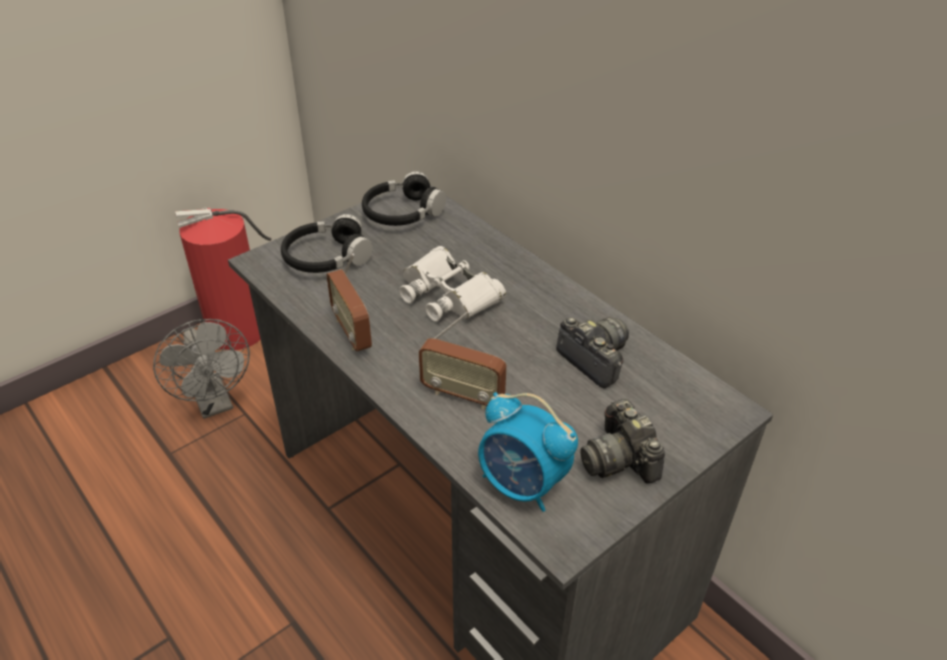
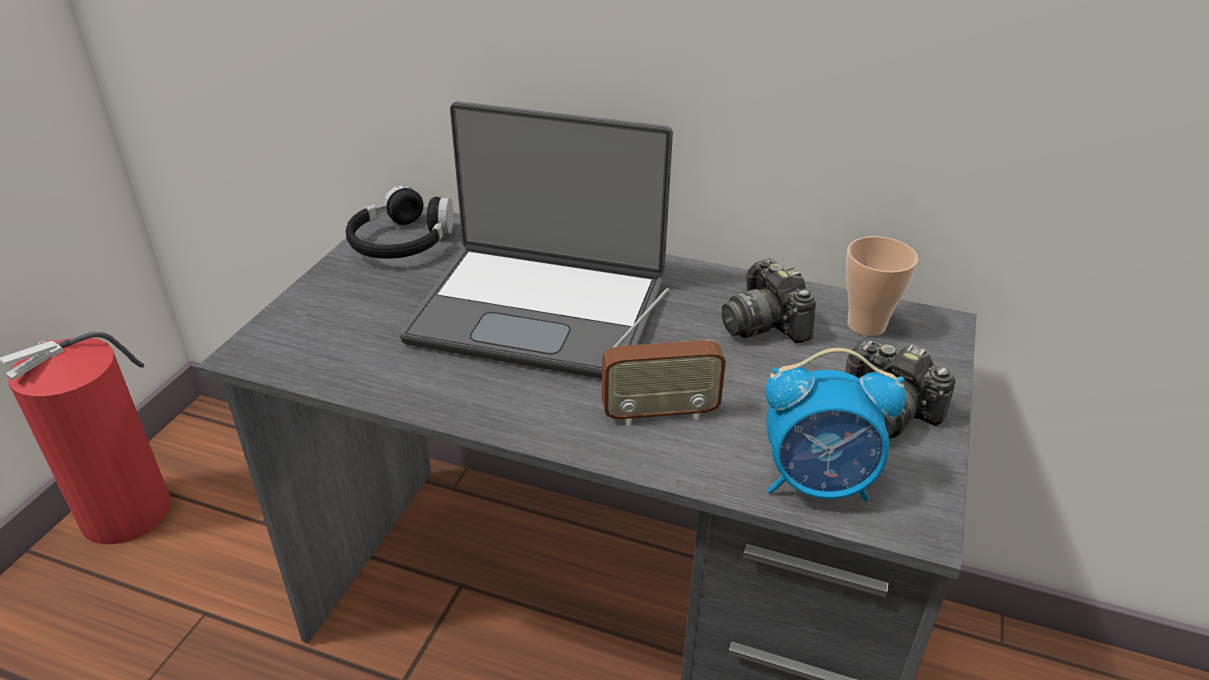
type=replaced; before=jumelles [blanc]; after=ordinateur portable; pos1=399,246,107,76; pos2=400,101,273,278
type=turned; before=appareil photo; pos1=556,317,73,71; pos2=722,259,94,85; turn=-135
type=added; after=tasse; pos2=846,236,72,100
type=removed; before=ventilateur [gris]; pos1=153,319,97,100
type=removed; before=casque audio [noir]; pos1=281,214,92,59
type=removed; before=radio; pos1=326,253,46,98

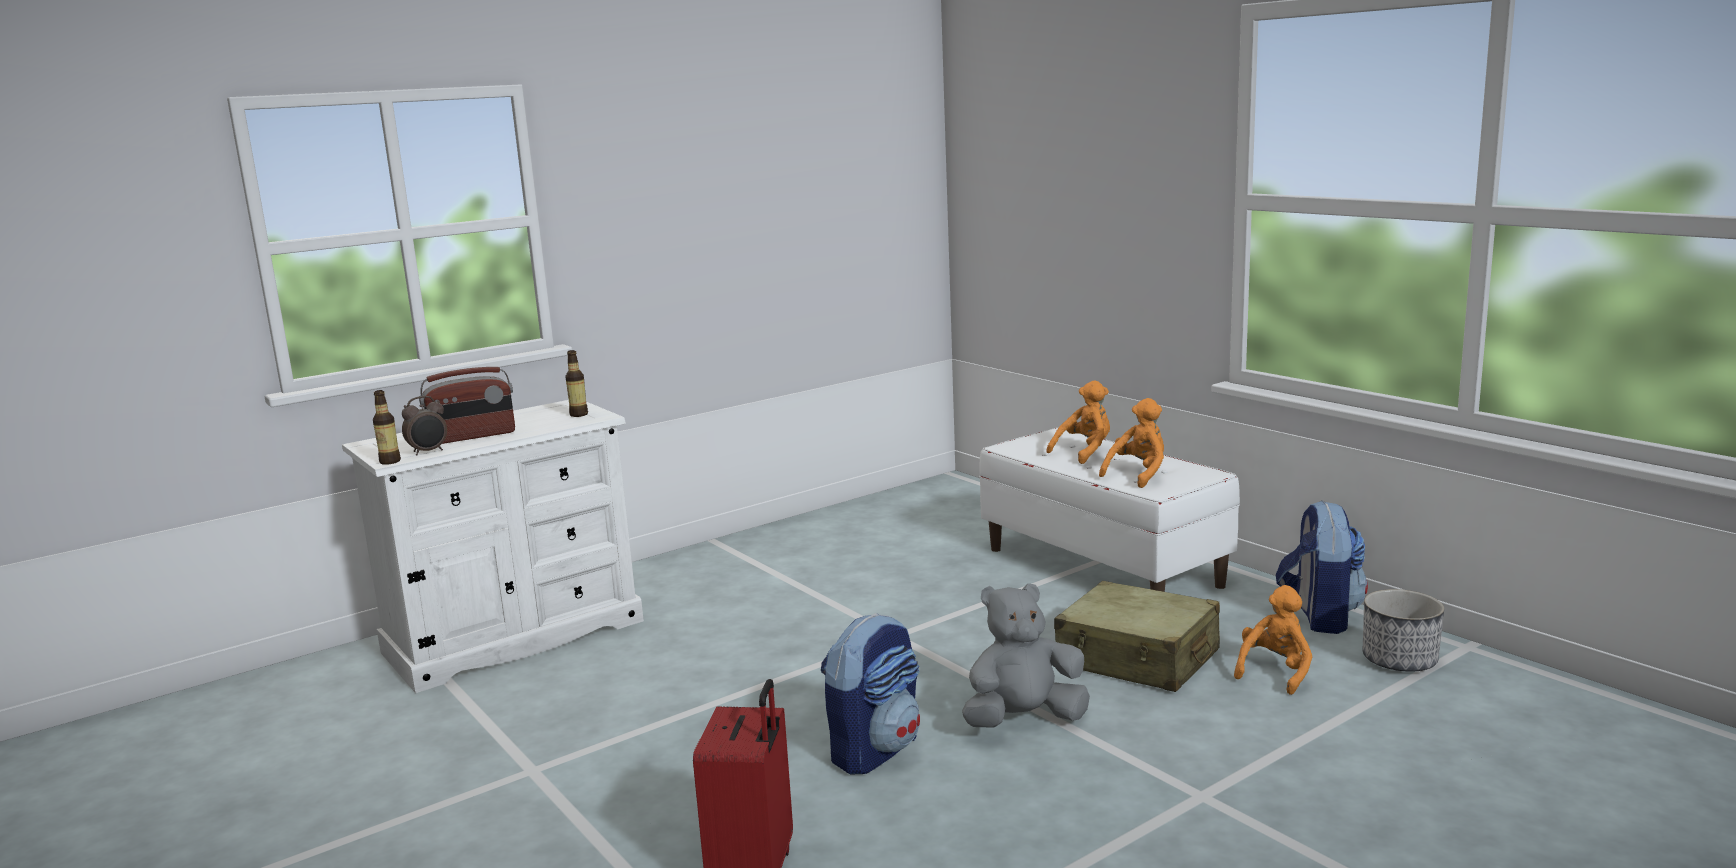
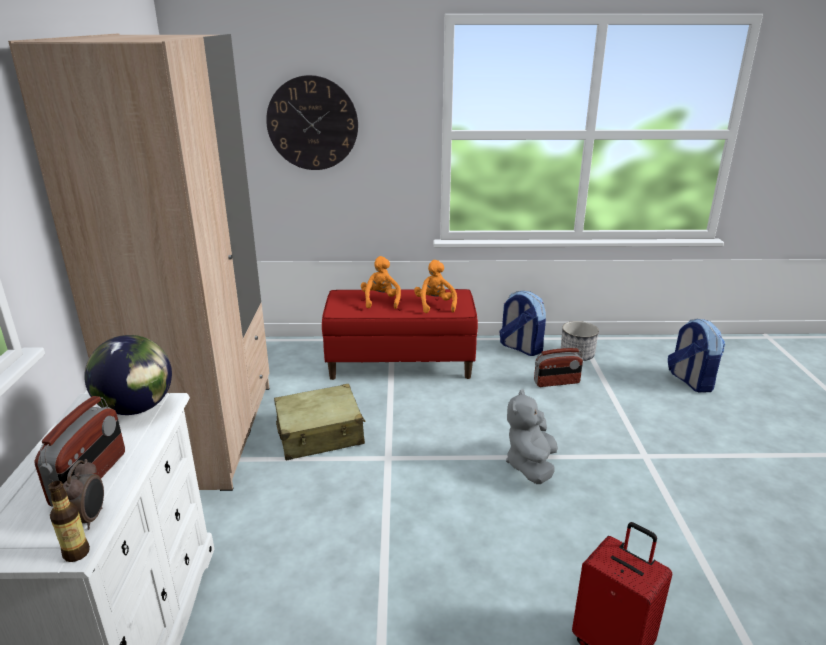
type=added; after=armoire [beige]; pos2=8,33,262,458
type=replaced; before=bouteille; after=globe; pos1=565,350,23,67; pos2=84,335,88,80
type=added; after=horloge murale; pos2=266,75,92,95
type=moved; before=valise [beige]; pos1=1054,581,166,111; pos2=274,384,92,76
type=recoloured; before=banc [blanc]; after=banc [rouge]; pos1=979,428,261,164; pos2=322,289,156,91
type=replaced; before=peluche [orange]; after=radio; pos1=1234,585,78,110; pos2=534,348,49,39
type=moved; before=sac à dos; pos1=821,613,99,162; pos2=668,318,57,75

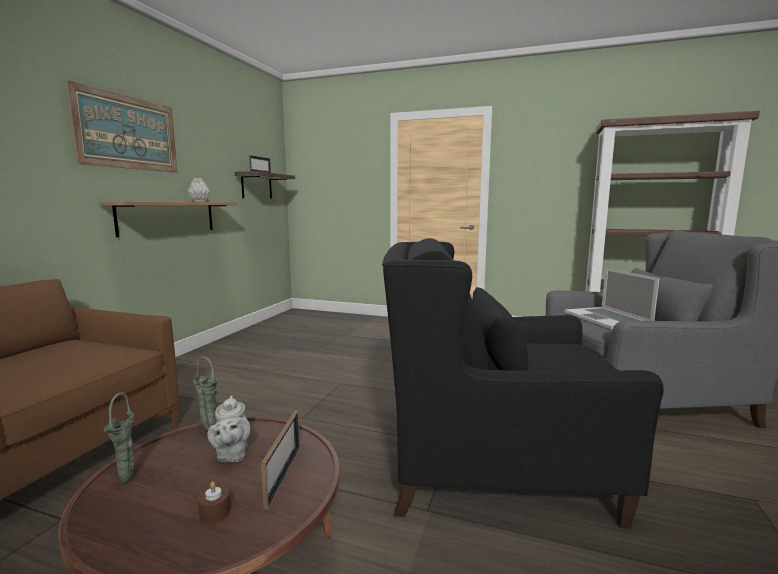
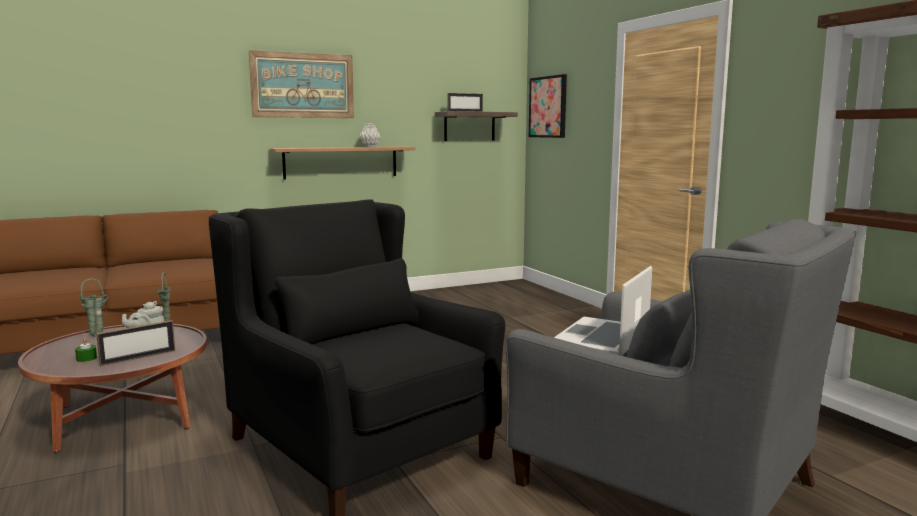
type=recoloured; before=bougie [marron]; after=bougie [vert]; pos1=198,481,33,42; pos2=75,338,22,24
type=added; after=tableau; pos2=529,74,38,64

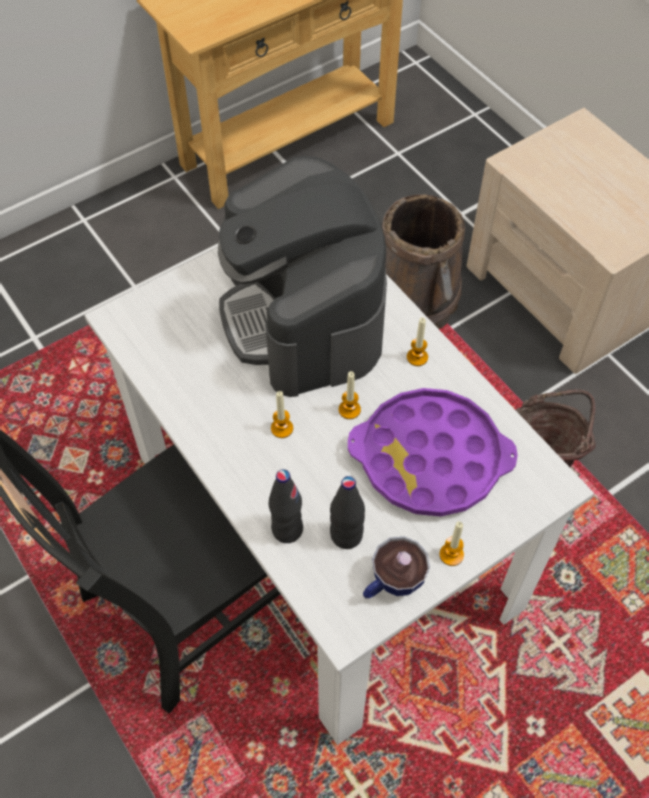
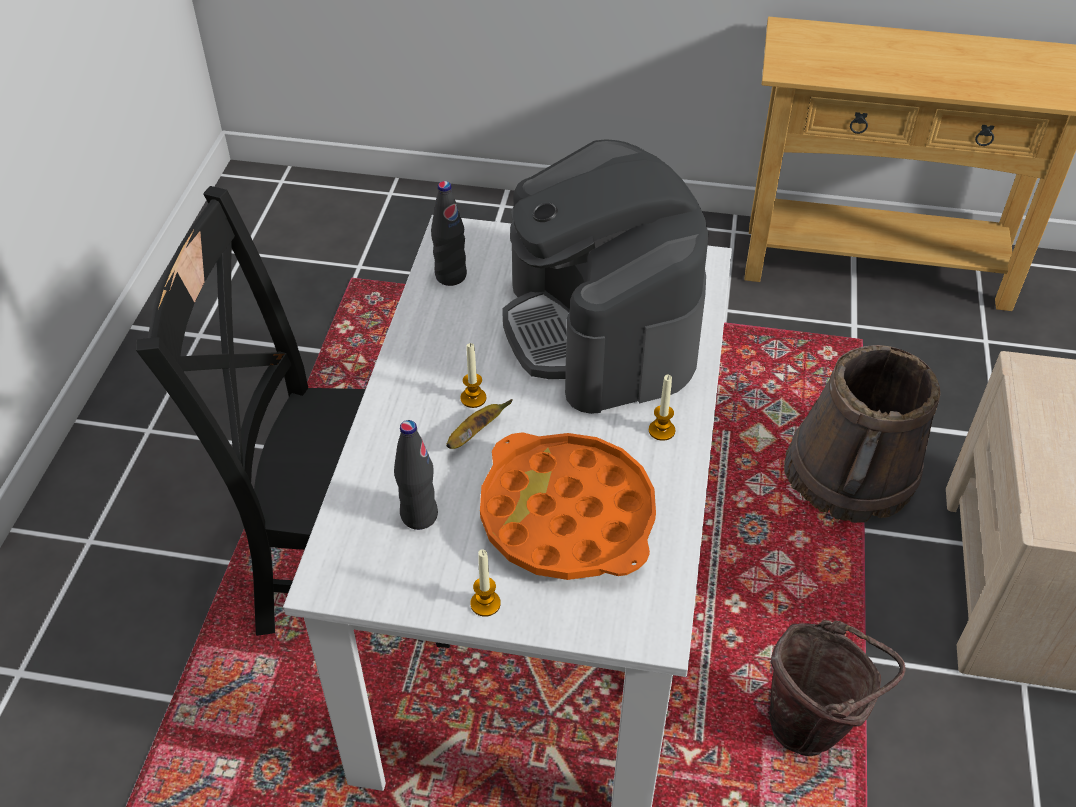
type=moved; before=bouteille [noir]; pos1=269,469,34,74; pos2=431,181,36,105
type=added; after=banane; pos2=446,399,67,50
type=recoloured; before=plateau [violet]; after=plateau [orange]; pos1=348,388,170,128; pos2=480,432,176,148
type=turned; before=machine à café; pos1=218,156,169,241; pos2=502,139,206,275; turn=-45
type=removed; before=bougie; pos1=339,371,22,48
type=removed; before=tasse; pos1=363,537,67,61

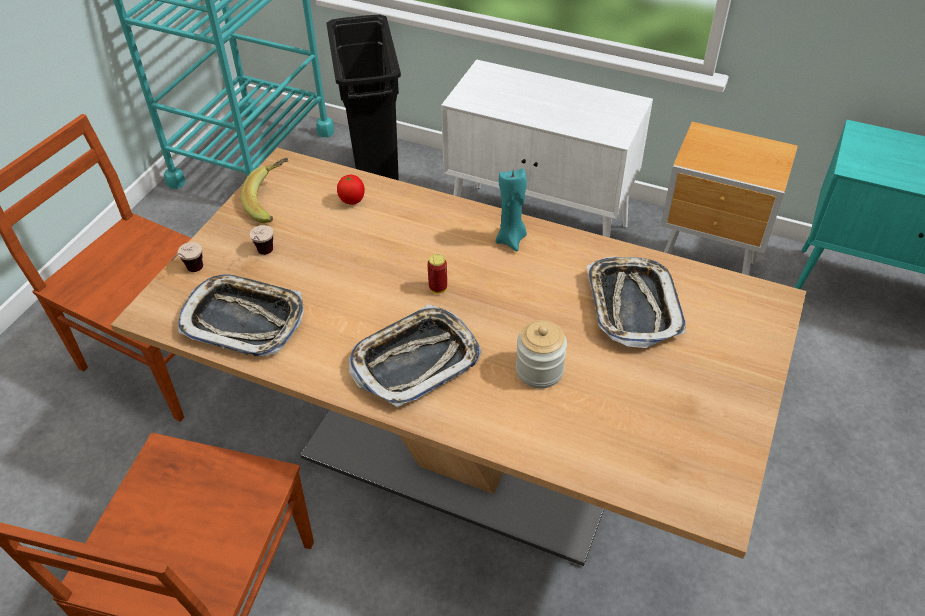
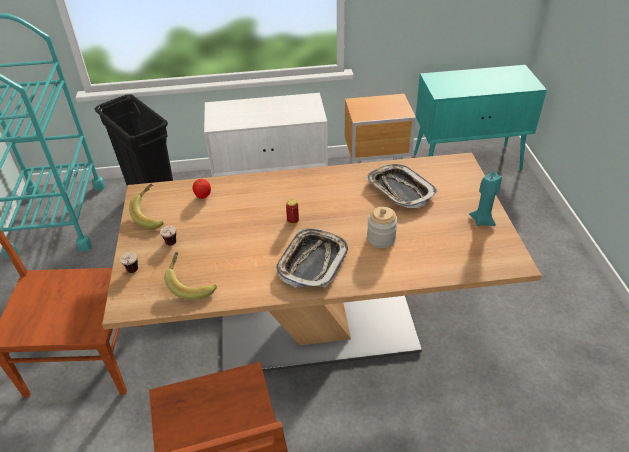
type=replaced; before=plateau; after=banane; pos1=178,274,126,83; pos2=164,252,53,48
type=moved; before=bougie [turquoise]; pos1=496,168,31,83; pos2=469,171,33,55

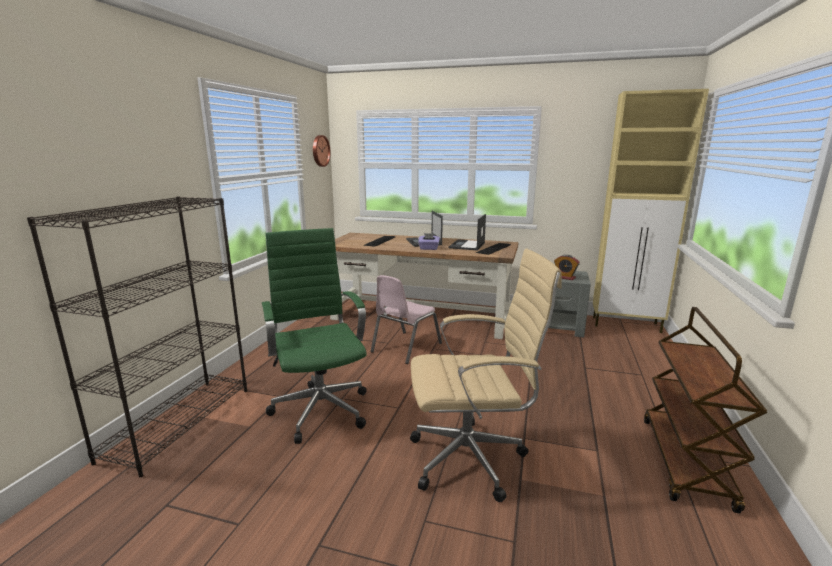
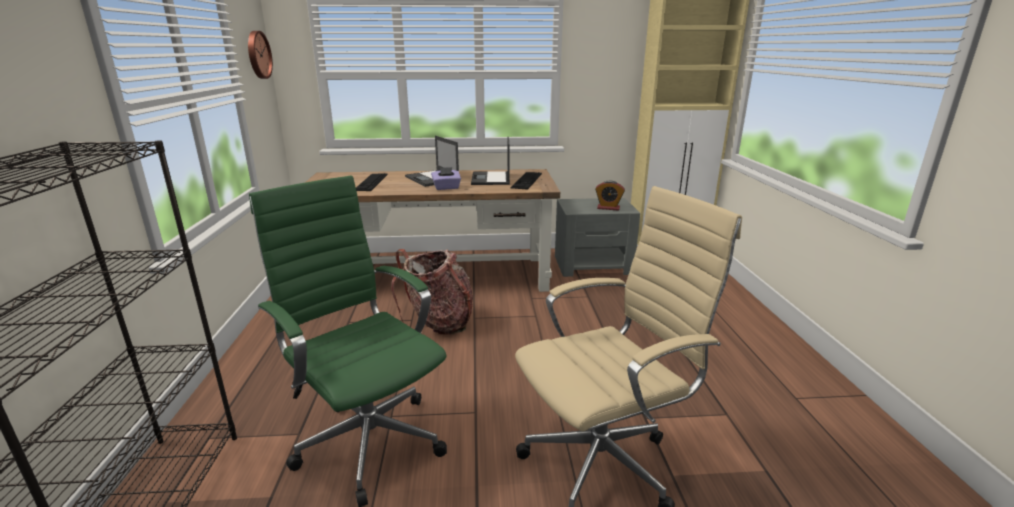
type=replaced; before=chaise [rose]; after=sac à dos; pos1=371,275,71,89; pos2=391,249,82,86
type=removed; before=chariot [marron]; pos1=644,307,123,207

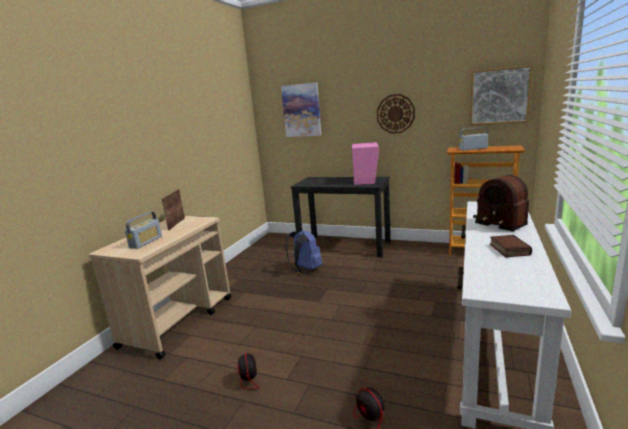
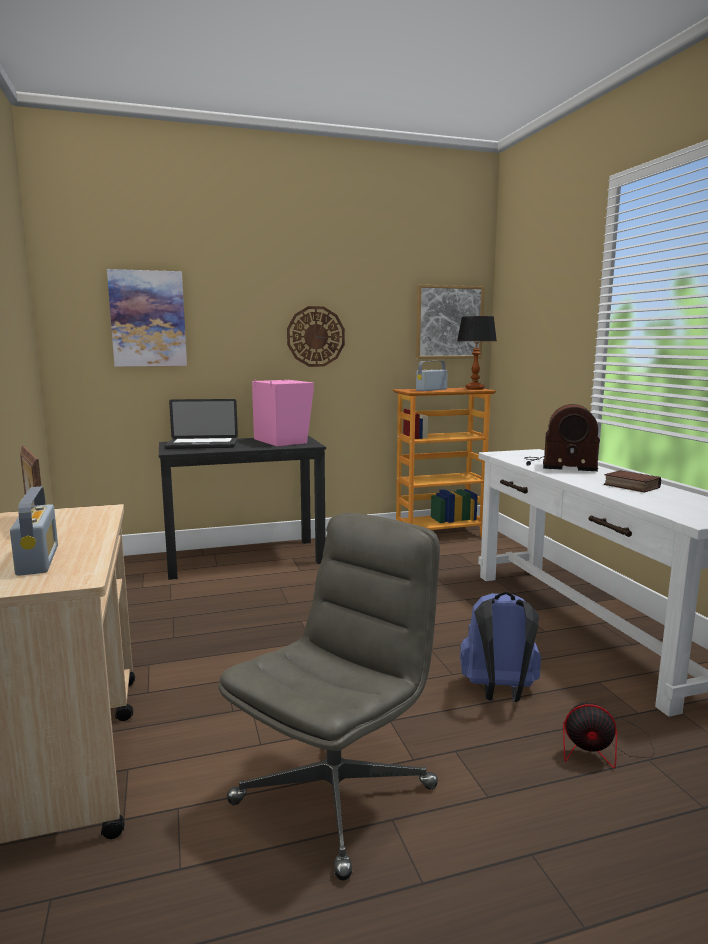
type=added; after=ordinateur portable; pos2=165,399,73,50
type=replaced; before=ventilateur; after=chaise de bureau [gris]; pos1=189,353,70,36; pos2=218,513,222,367
type=added; after=lampe de table; pos2=457,316,40,74
type=moved; before=sac à dos [bleu]; pos1=285,230,37,44; pos2=460,592,81,110

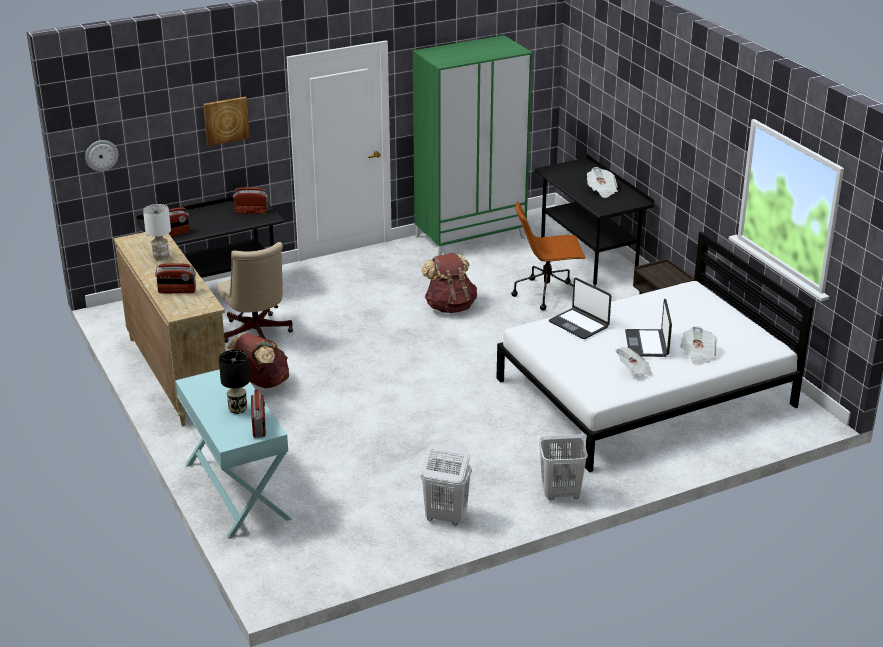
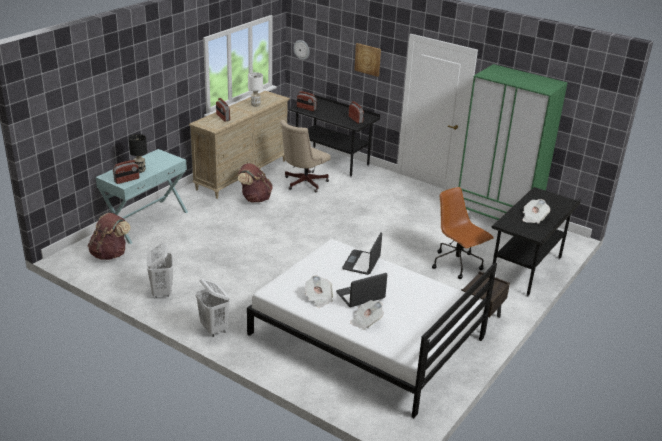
type=moved; before=sac à dos [marron]; pos1=422,253,55,60; pos2=88,213,43,47

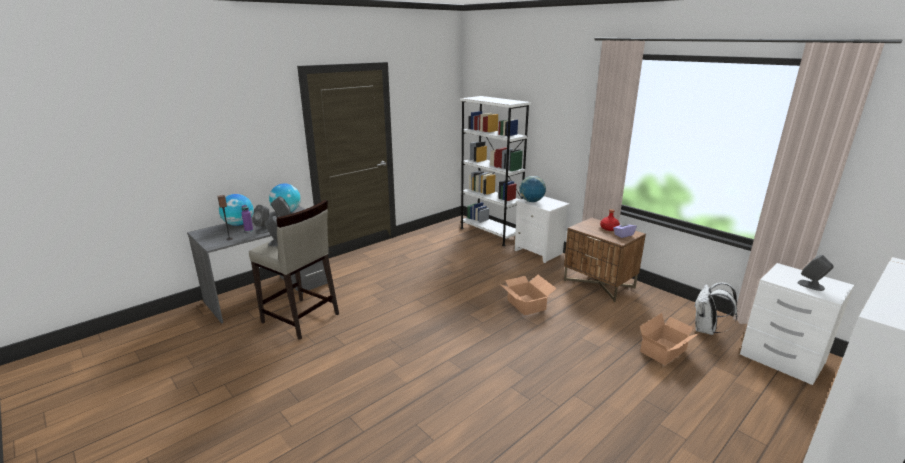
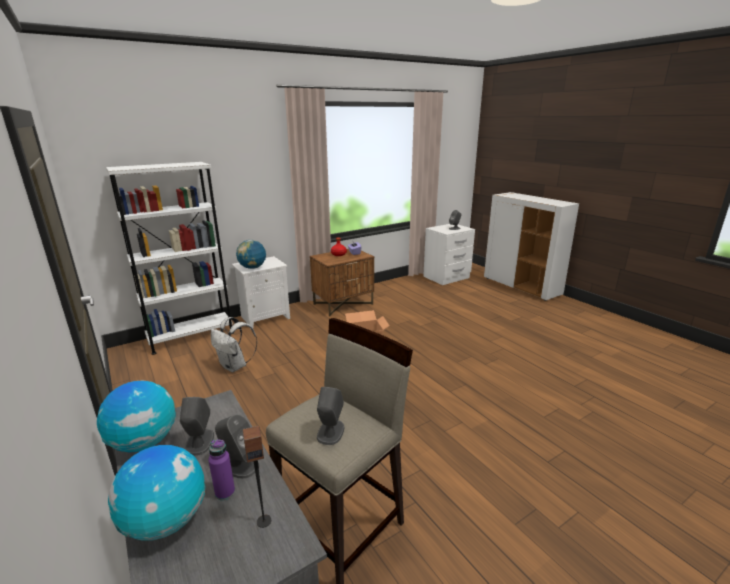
type=moved; before=sac à dos [blanc]; pos1=695,282,42,53; pos2=211,317,46,55
type=removed; before=carton; pos1=640,313,60,52

